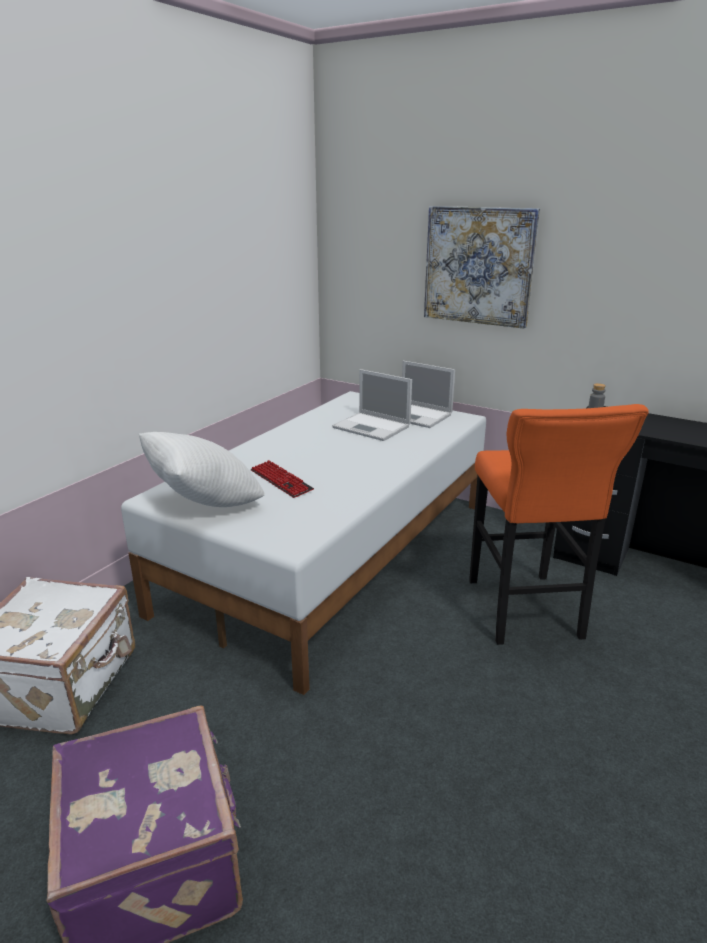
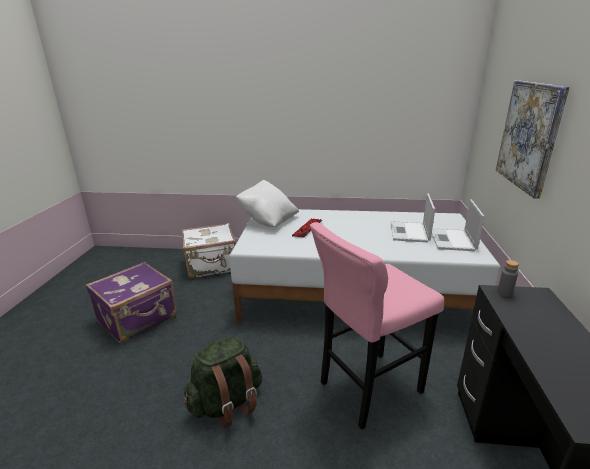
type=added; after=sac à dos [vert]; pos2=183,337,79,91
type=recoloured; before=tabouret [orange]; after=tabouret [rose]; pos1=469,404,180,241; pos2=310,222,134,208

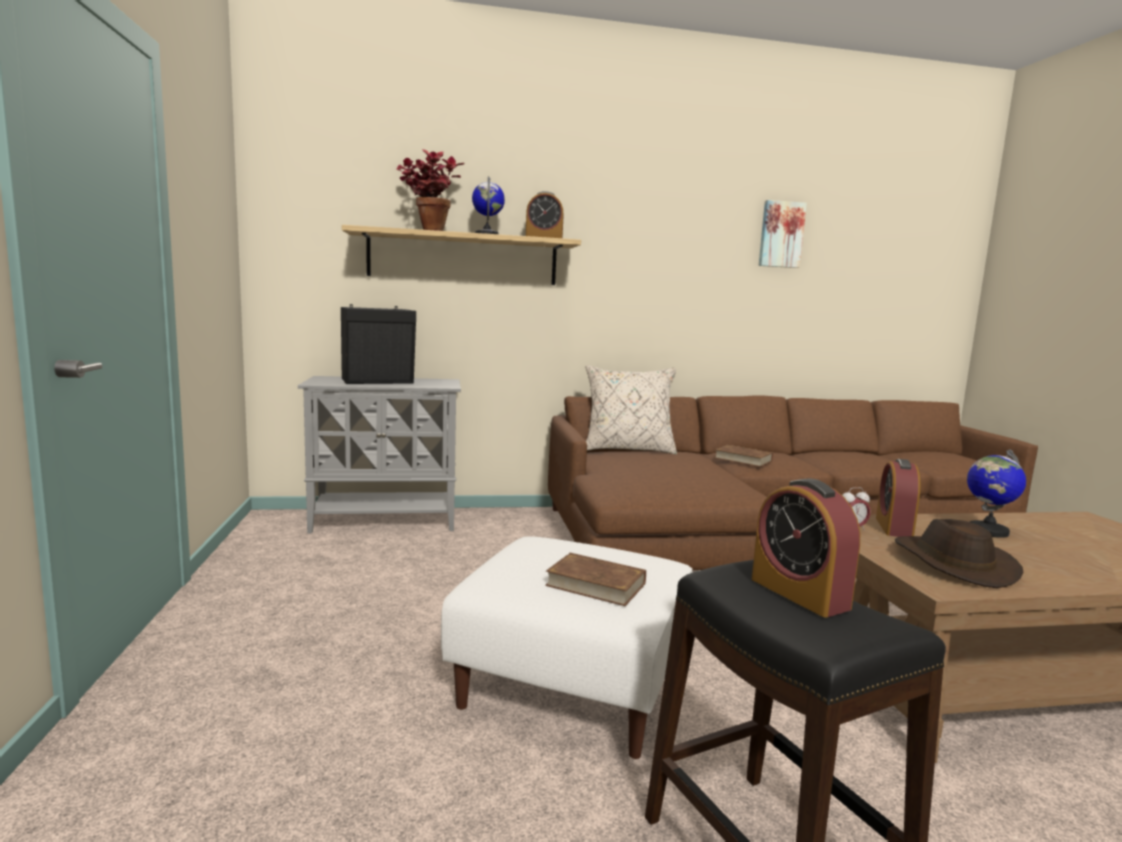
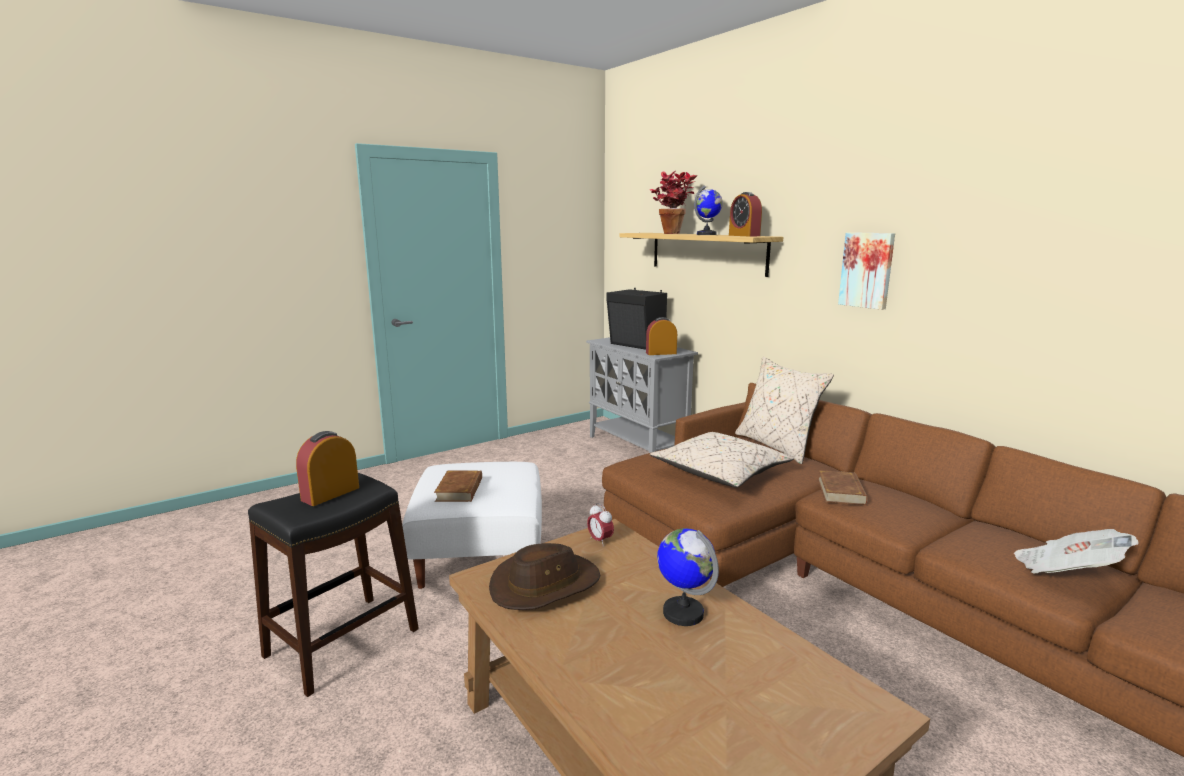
type=moved; before=réveil; pos1=876,459,45,78; pos2=646,317,31,38
type=added; after=coussin [beige]; pos2=650,432,144,55
type=moved; before=tableau; pos1=759,200,48,68; pos2=838,232,57,78
type=added; after=journal; pos2=1014,529,125,45

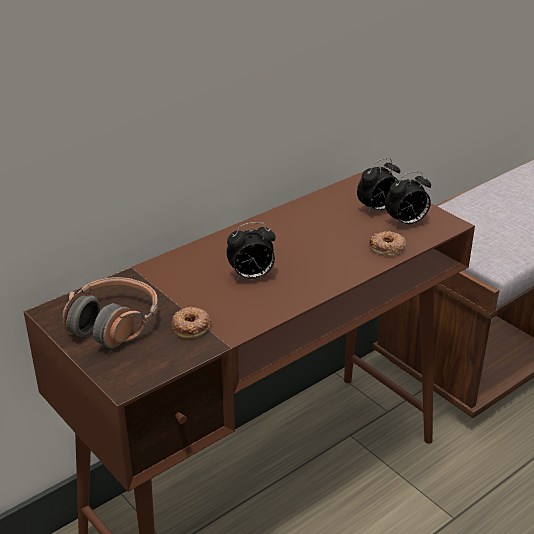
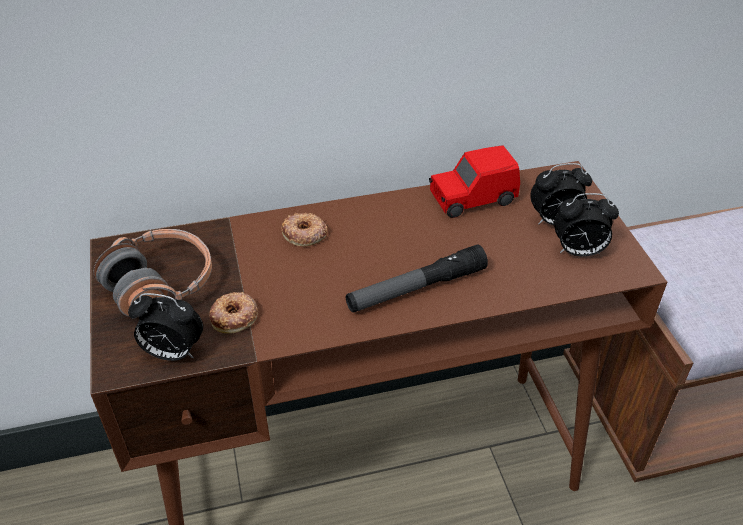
type=moved; before=réveil; pos1=227,222,49,58; pos2=128,293,75,68
type=moved; before=beignet; pos1=369,231,38,25; pos2=281,213,46,33
type=added; after=lampe de poche; pos2=346,244,142,68
type=added; after=petite voiture [rouge]; pos2=429,145,91,73

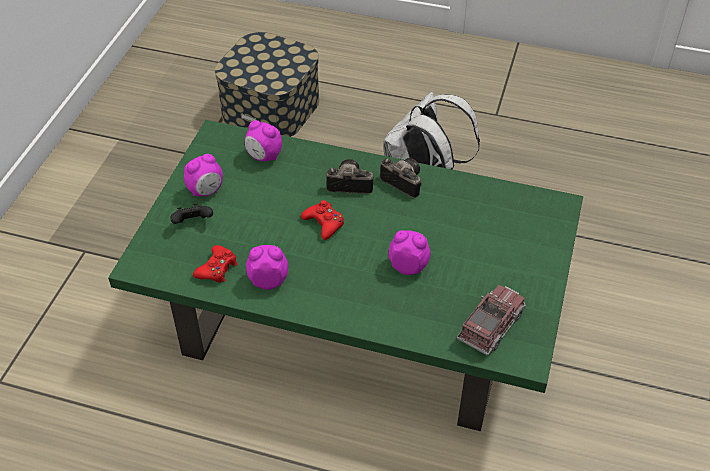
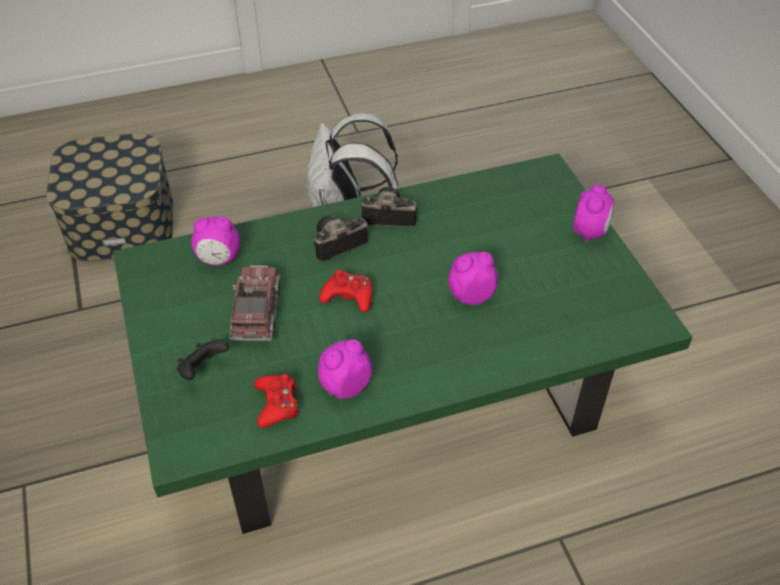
type=moved; before=camion jouet; pos1=456,285,70,70; pos2=229,266,52,75
type=moved; before=réveil; pos1=184,154,39,42; pos2=573,185,42,57

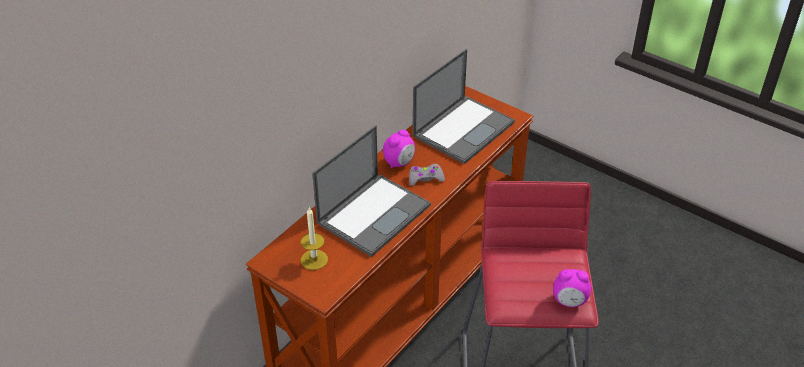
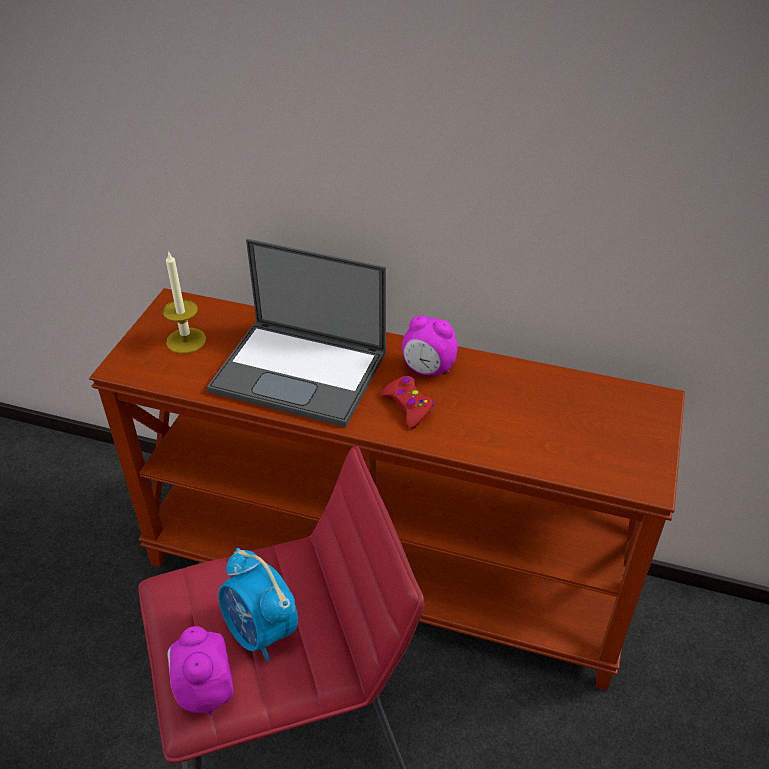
type=added; after=réveil; pos2=218,548,80,114
type=recoloured; before=manette [gris]; after=manette [rouge]; pos1=409,164,36,22; pos2=380,376,54,53
type=removed; before=ordinateur portable; pos1=413,49,102,115

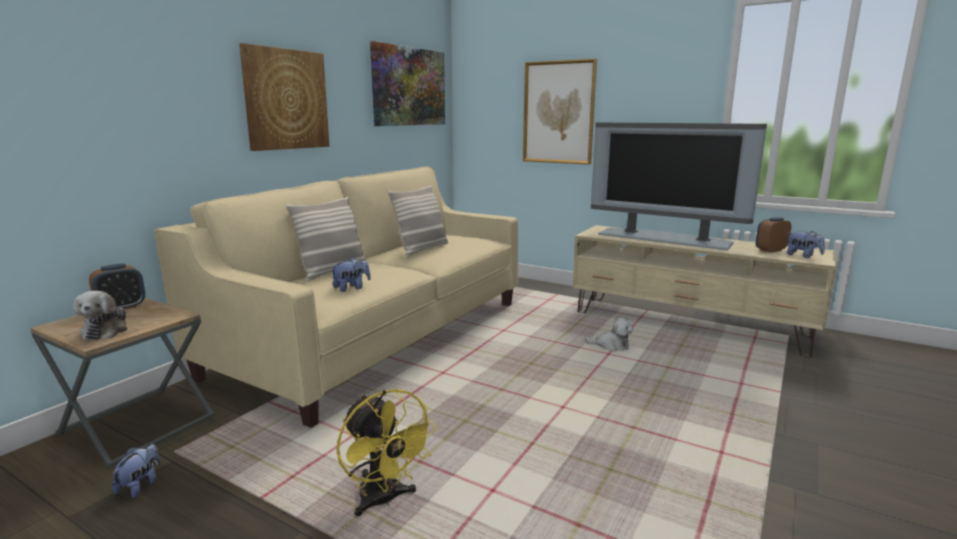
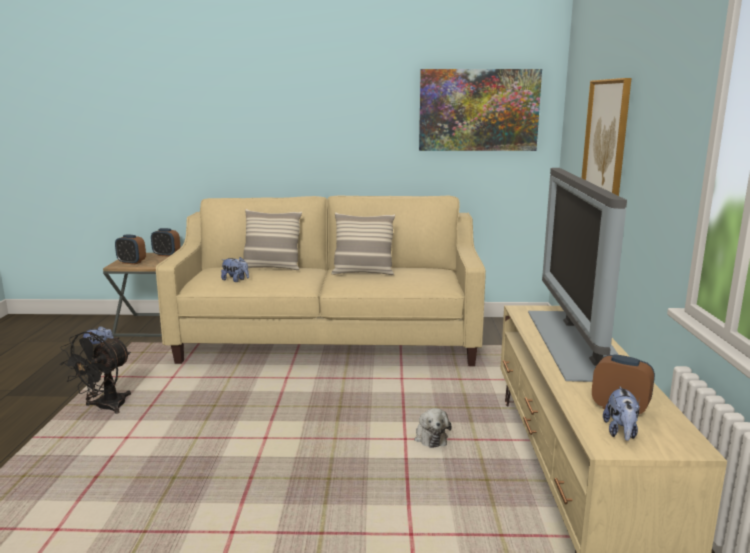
type=recoloured; before=ventilateur [jaune]; after=ventilateur [noir]; pos1=337,389,100,127; pos2=60,332,71,82
type=replaced; before=peluche; after=réveil; pos1=73,291,55,49; pos2=115,234,31,31
type=removed; before=tableau; pos1=239,43,90,108

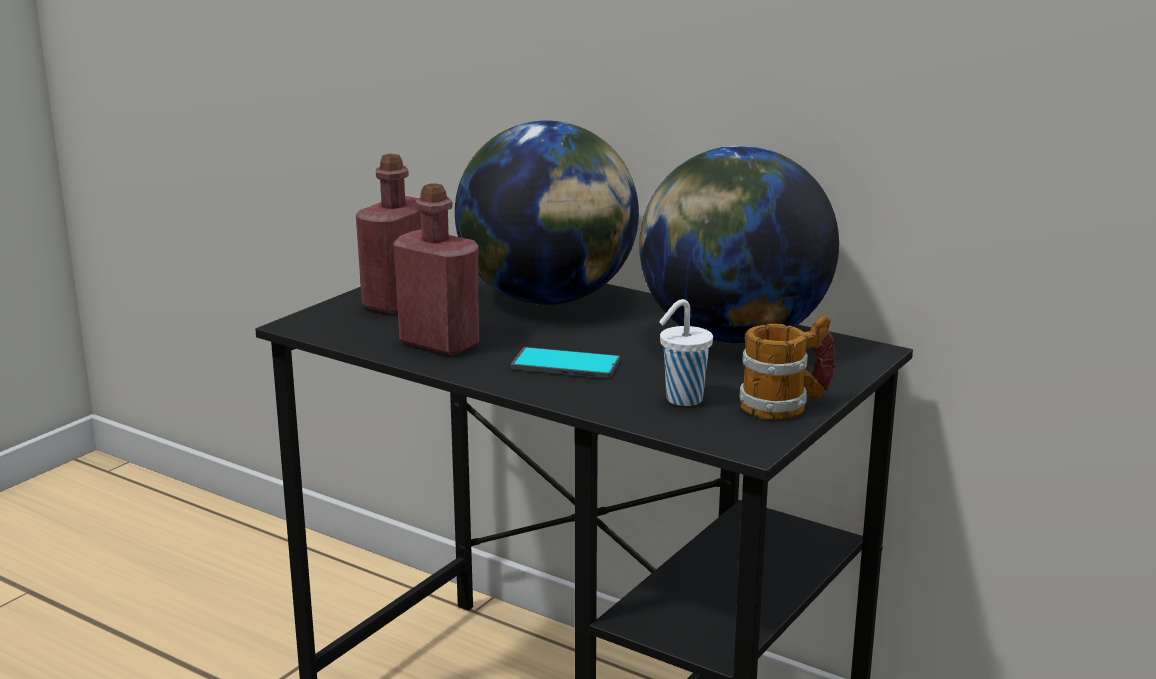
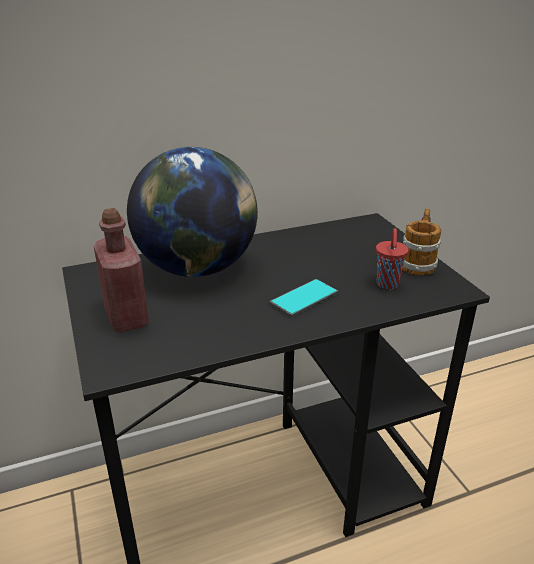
type=recoloured; before=tasse [blanc]; after=tasse [rouge]; pos1=659,299,54,107; pos2=376,228,33,61
type=removed; before=bouteille [rouge]; pos1=393,183,86,172
type=removed; before=globe; pos1=639,146,200,198

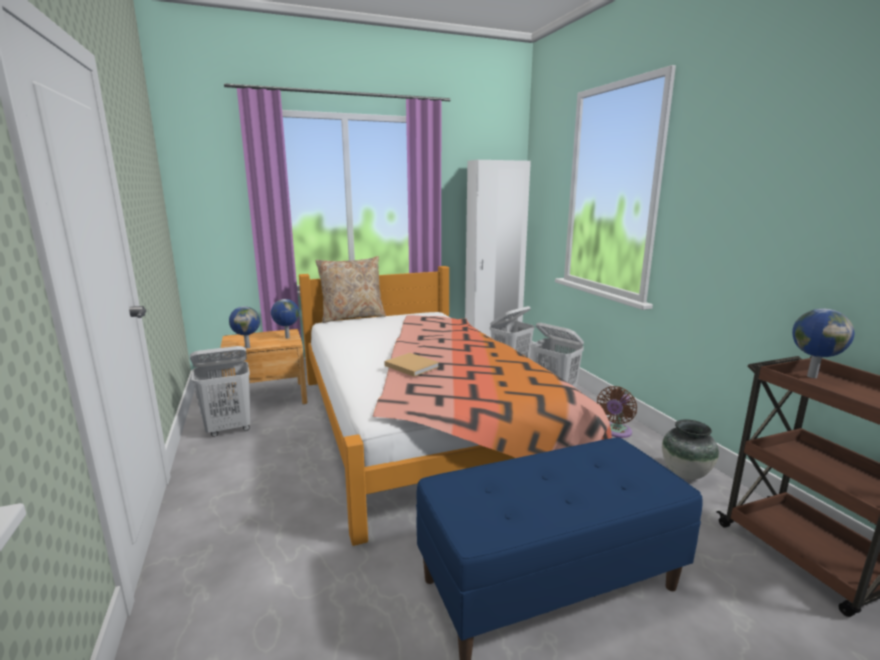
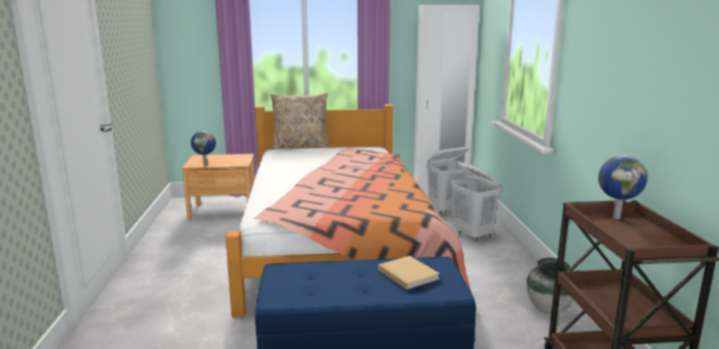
type=moved; before=livre [beige]; pos1=384,353,55,24; pos2=378,256,62,34
type=removed; before=panier à linge [blanc]; pos1=190,346,60,91
type=removed; before=globe; pos1=271,299,28,40
type=removed; before=ventilateur [marron]; pos1=597,386,40,52

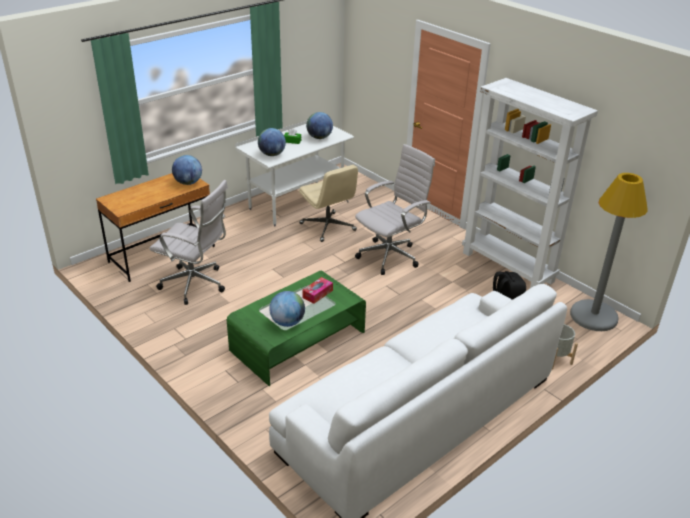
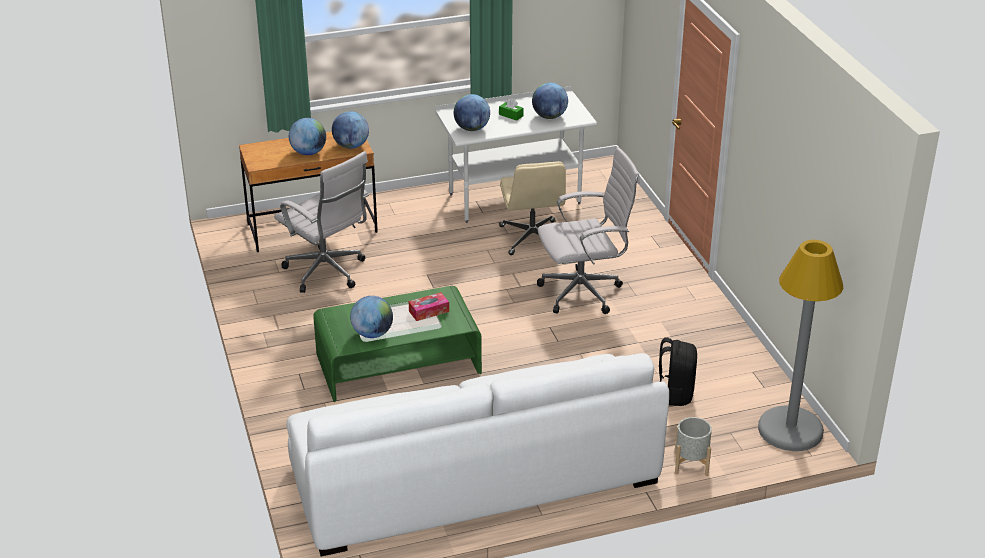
type=added; after=globe; pos2=289,118,37,37
type=removed; before=bibliothèque [blanc]; pos1=462,78,136,210

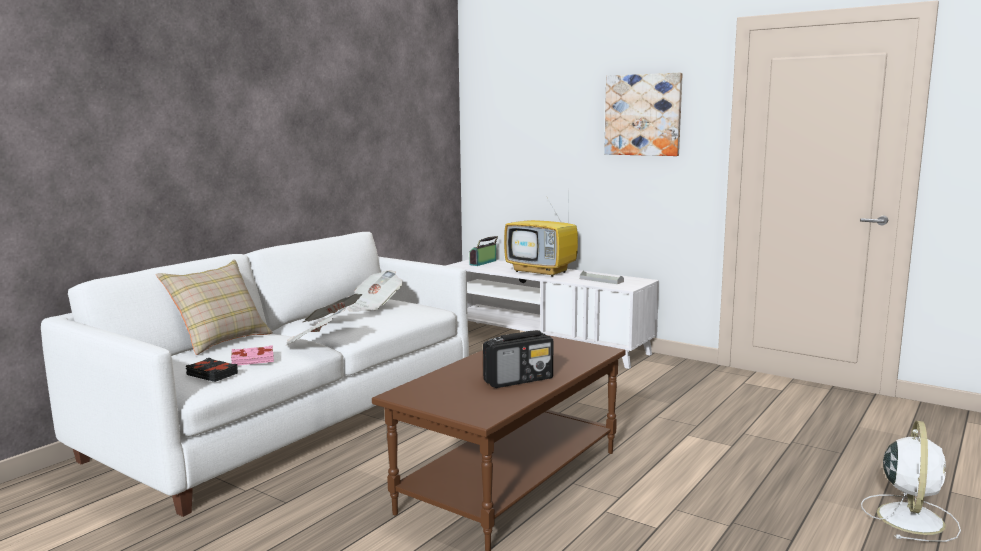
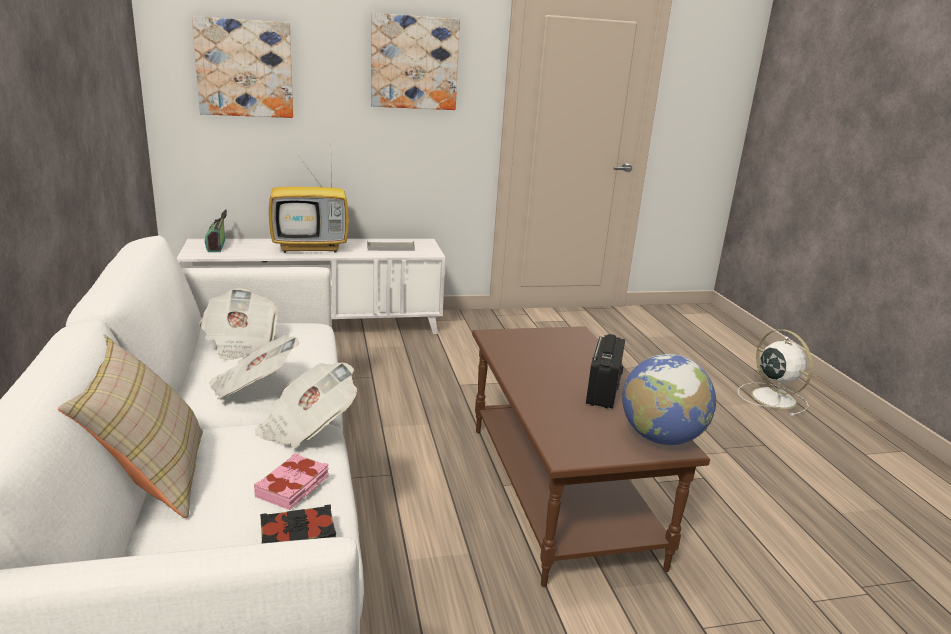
type=added; after=tableau; pos2=192,16,101,102
type=added; after=globe; pos2=622,354,94,91

